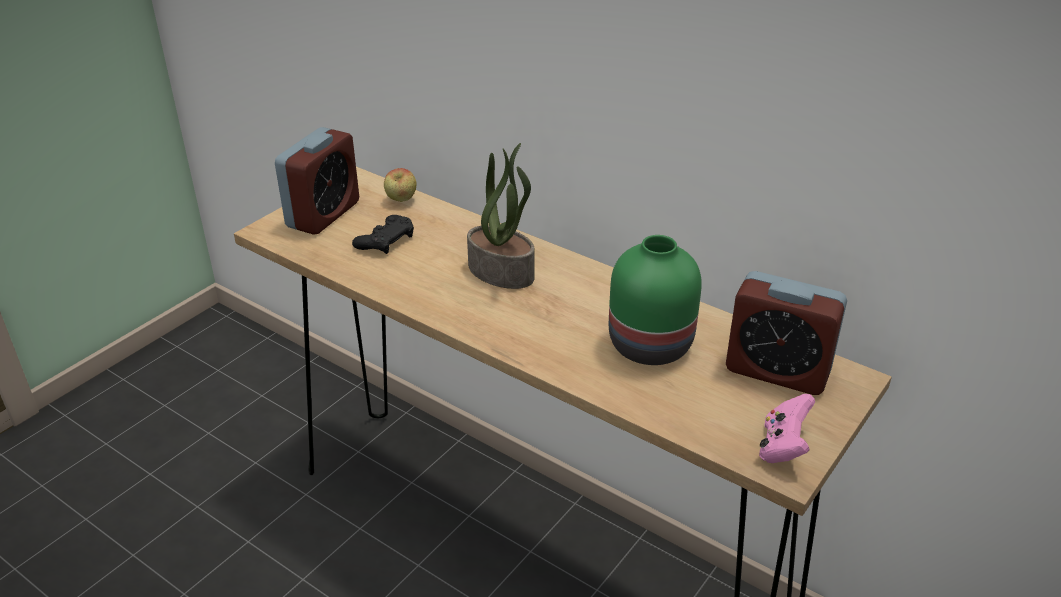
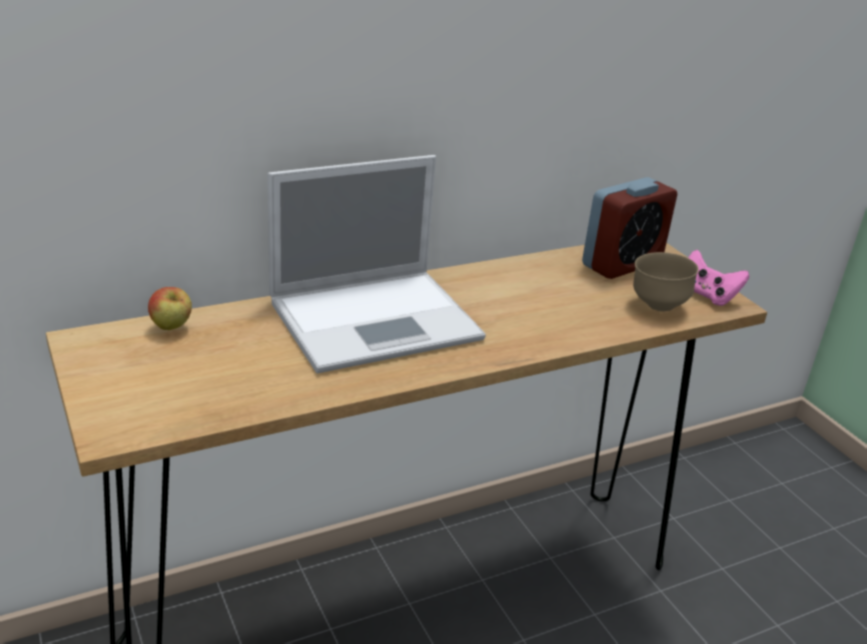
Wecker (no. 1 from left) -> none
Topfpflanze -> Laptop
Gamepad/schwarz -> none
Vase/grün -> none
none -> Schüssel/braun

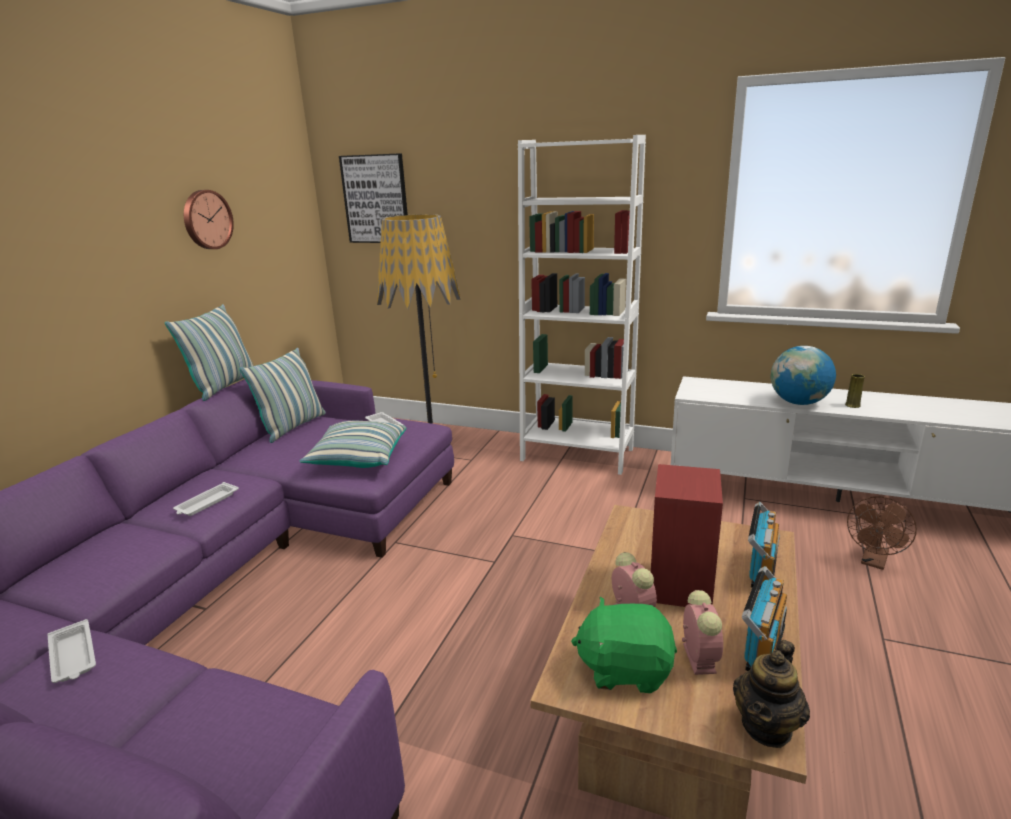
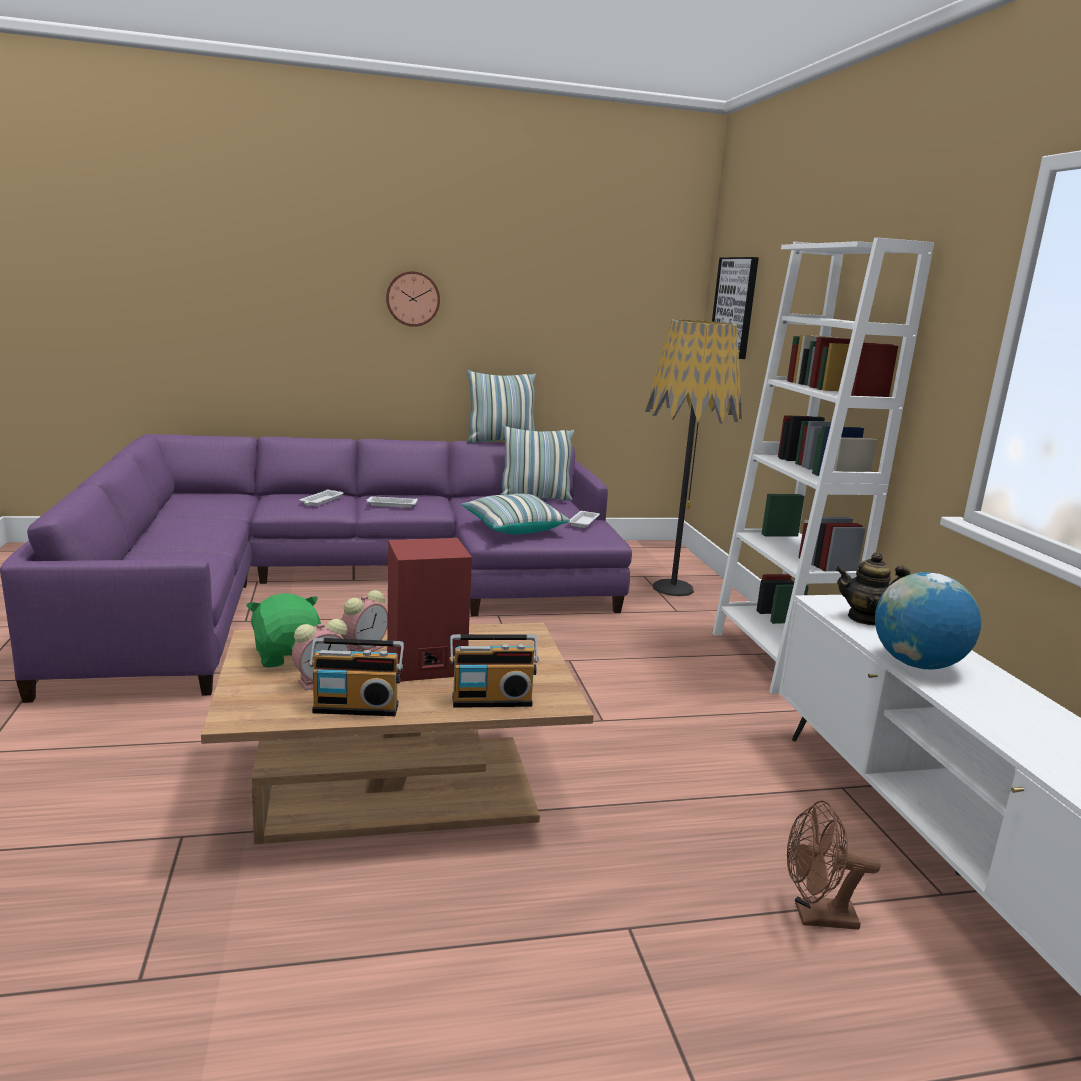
Wanduhr, shifted
Vase/gelb -> none
Tablett/weiß (no. 1 from left), shifted
Teekanne, shifted

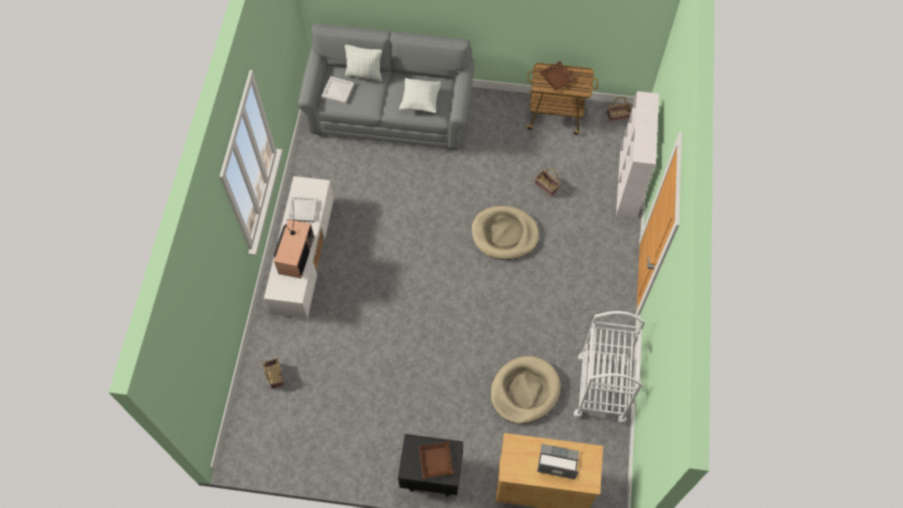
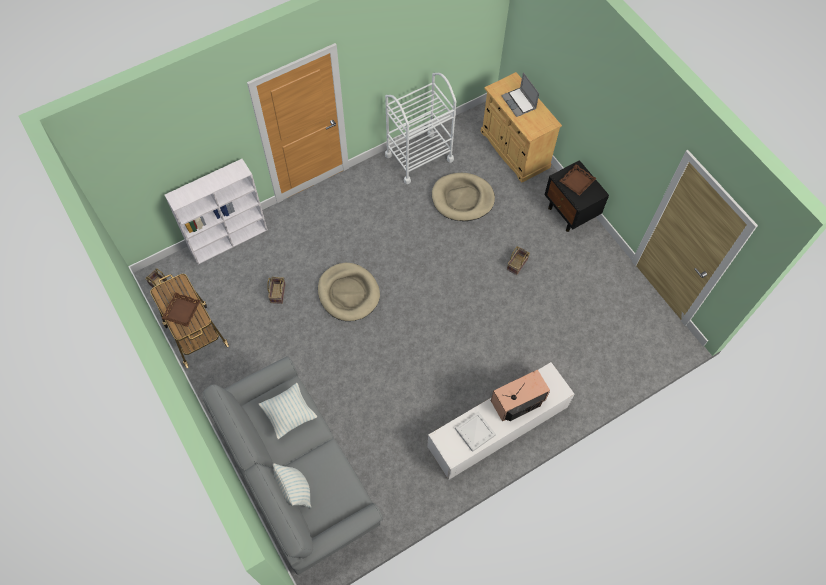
Tablett/weiß (no. 2 from left) -> none
Korb (no. 1 from left in the first image) -> Korb (no. 3 from left), shifted

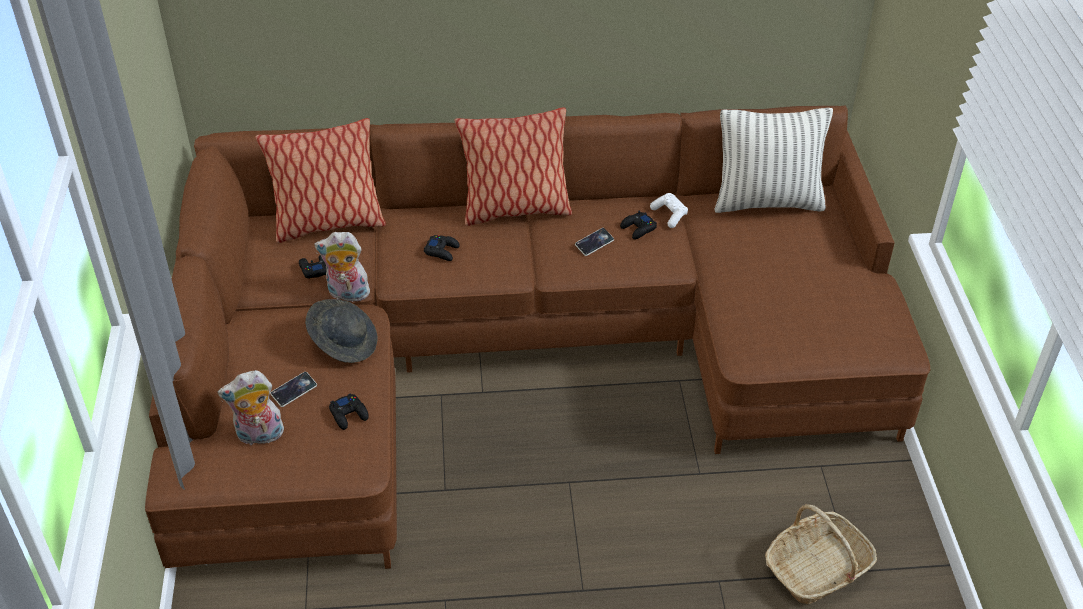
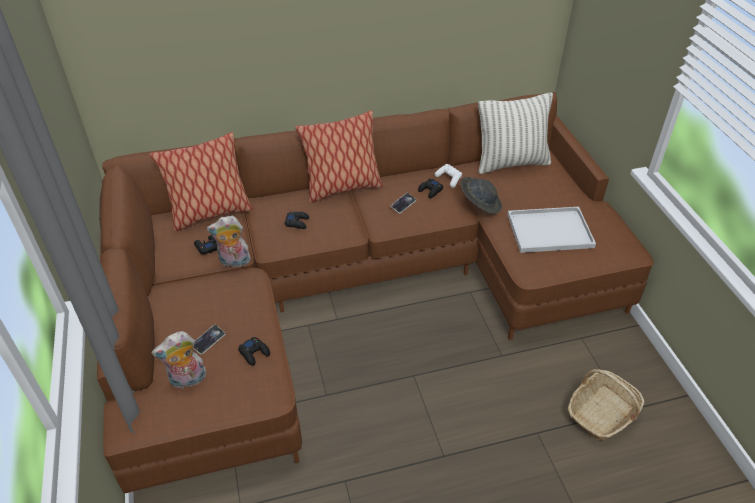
Hut/grau, shifted
none -> Tablett/weiß

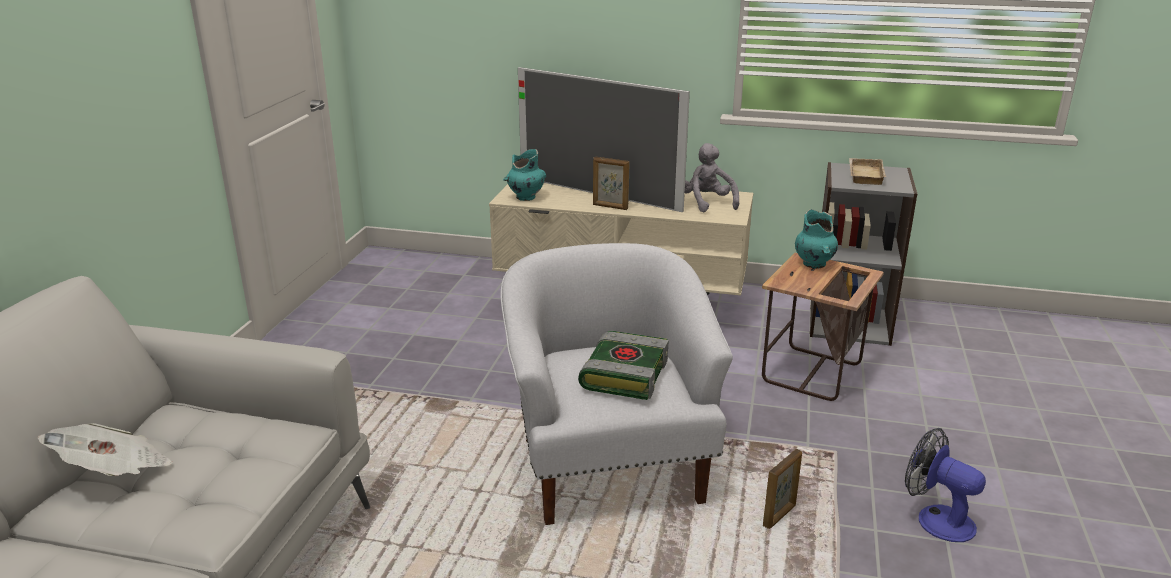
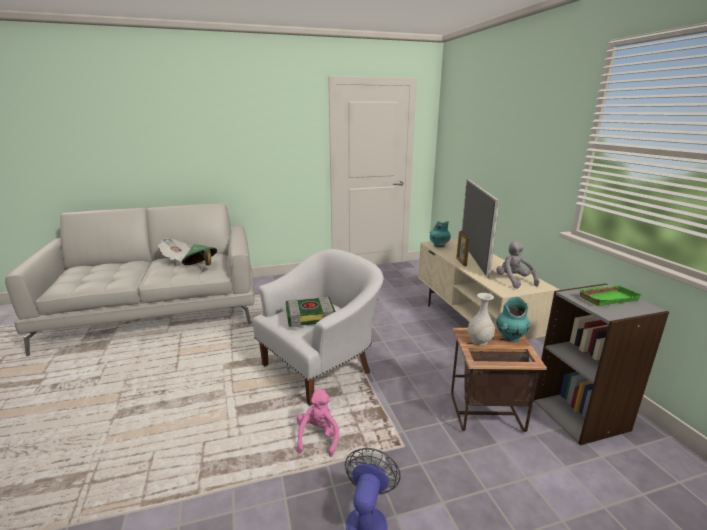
Plüschtier/grau, 60 degrees counterclockwise
Tablett/beige -> Tablett/grün
Bilderrahmen (no. 2 from left) -> Plüschtier/rosa
none -> Hut/grün
none -> Vase/weiß

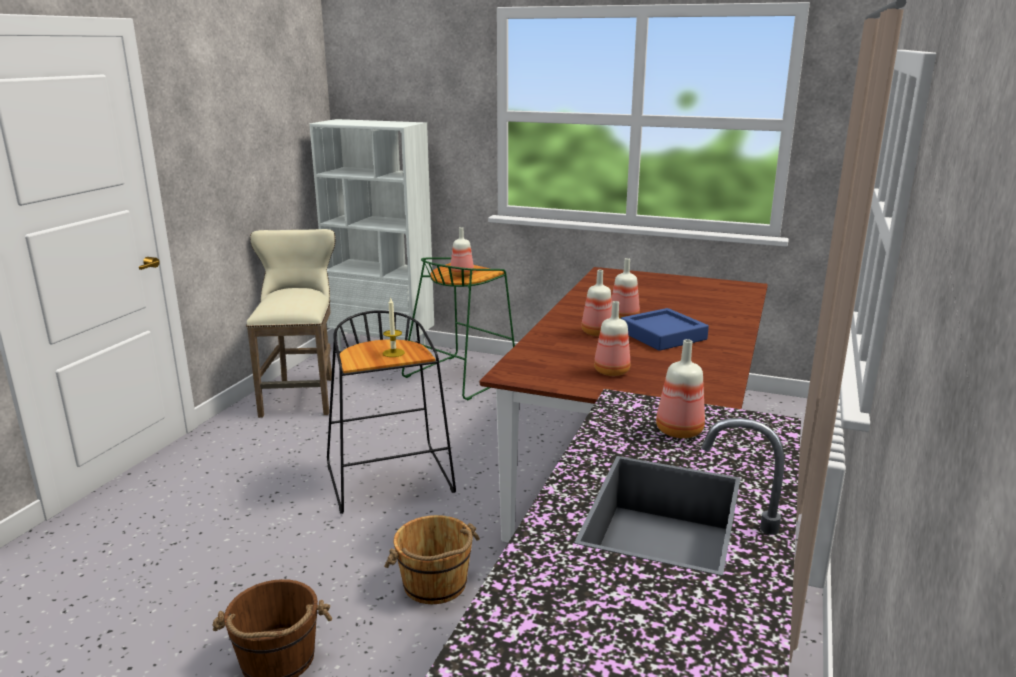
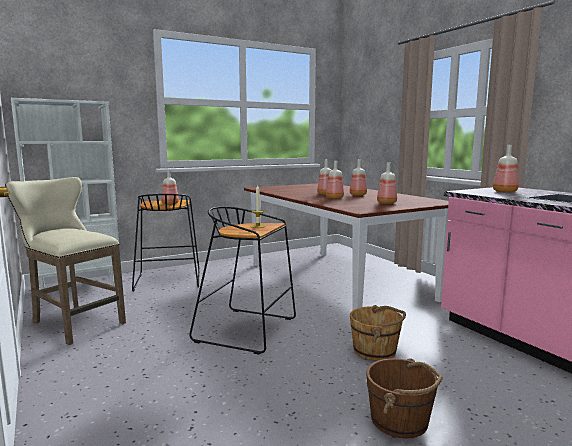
Hocker/grün -> Hocker/schwarz (no. 1 from left)
Tablett/blau -> Flasche (no. 4 from left)

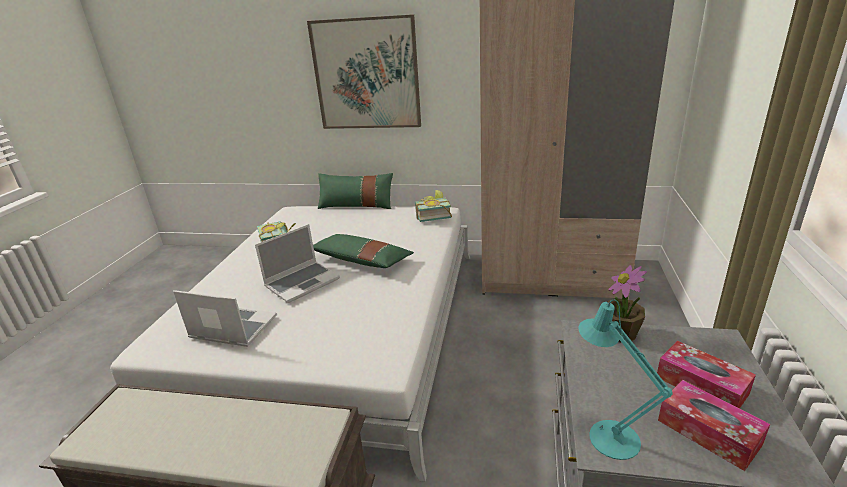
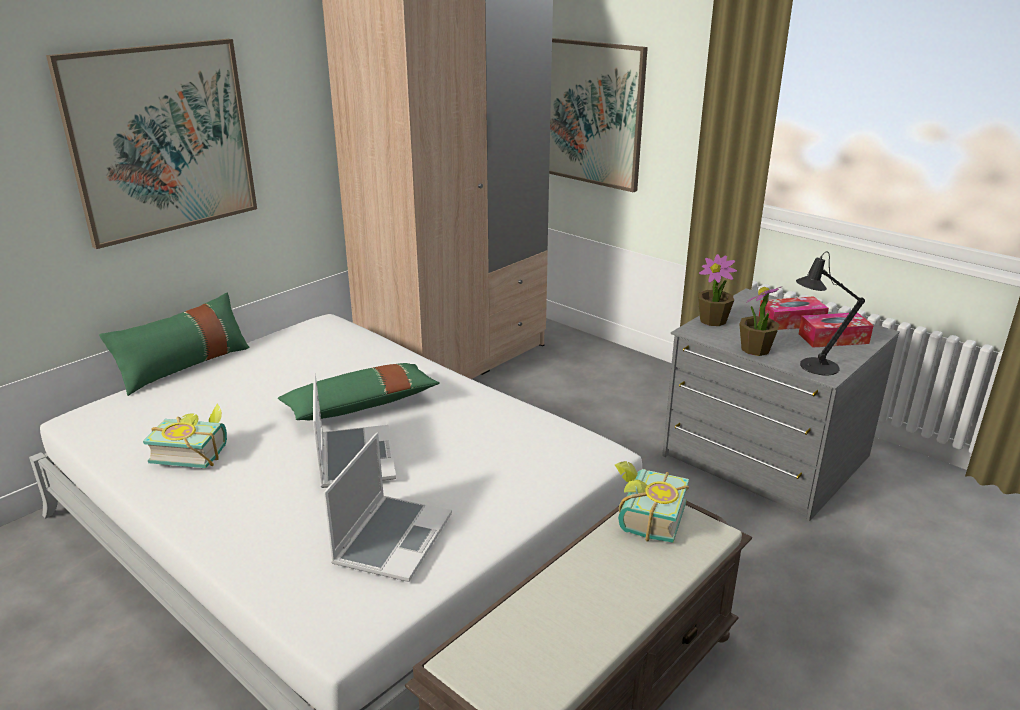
Buch (no. 2 from left), shifted
Laptop (no. 1 from left in the first image) -> Laptop (no. 2 from left), 150 degrees clockwise
Tischlampe/türkis -> Tischlampe/schwarz
none -> Bild (no. 2 from left)
none -> Topfpflanze (no. 2 from left)

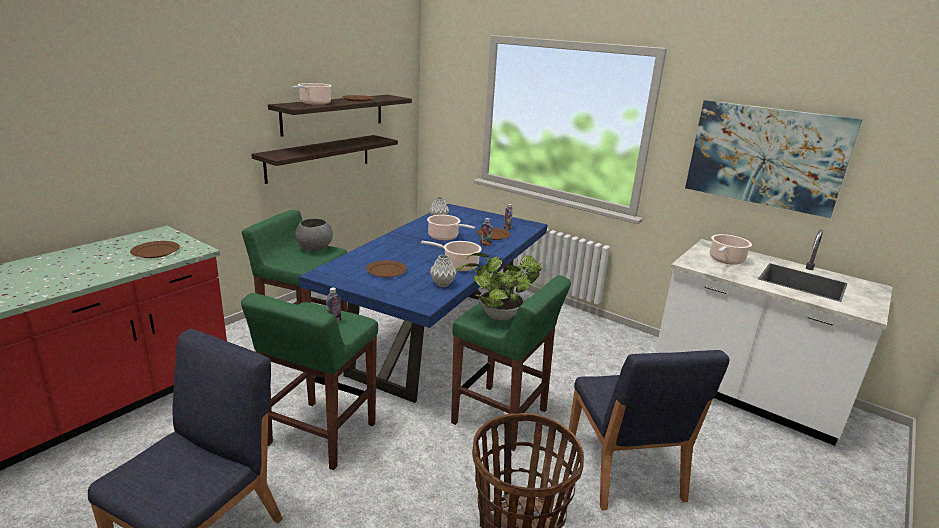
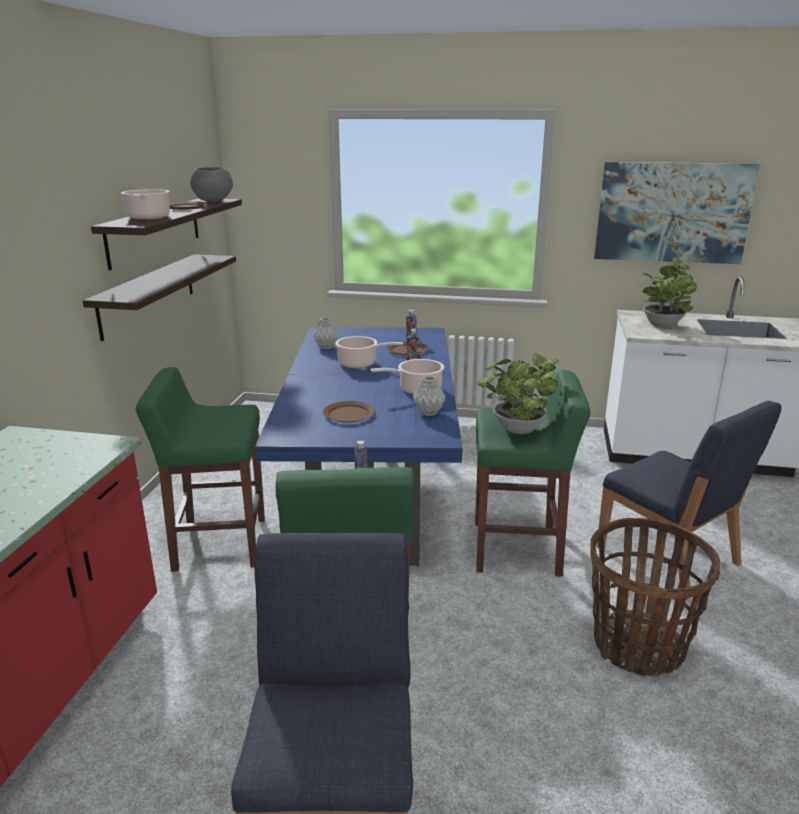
Schüssel/grau, shifted
Kochtopf (no. 4 from left) -> Topfpflanze (no. 2 from left)
Teller/braun (no. 1 from left) -> none

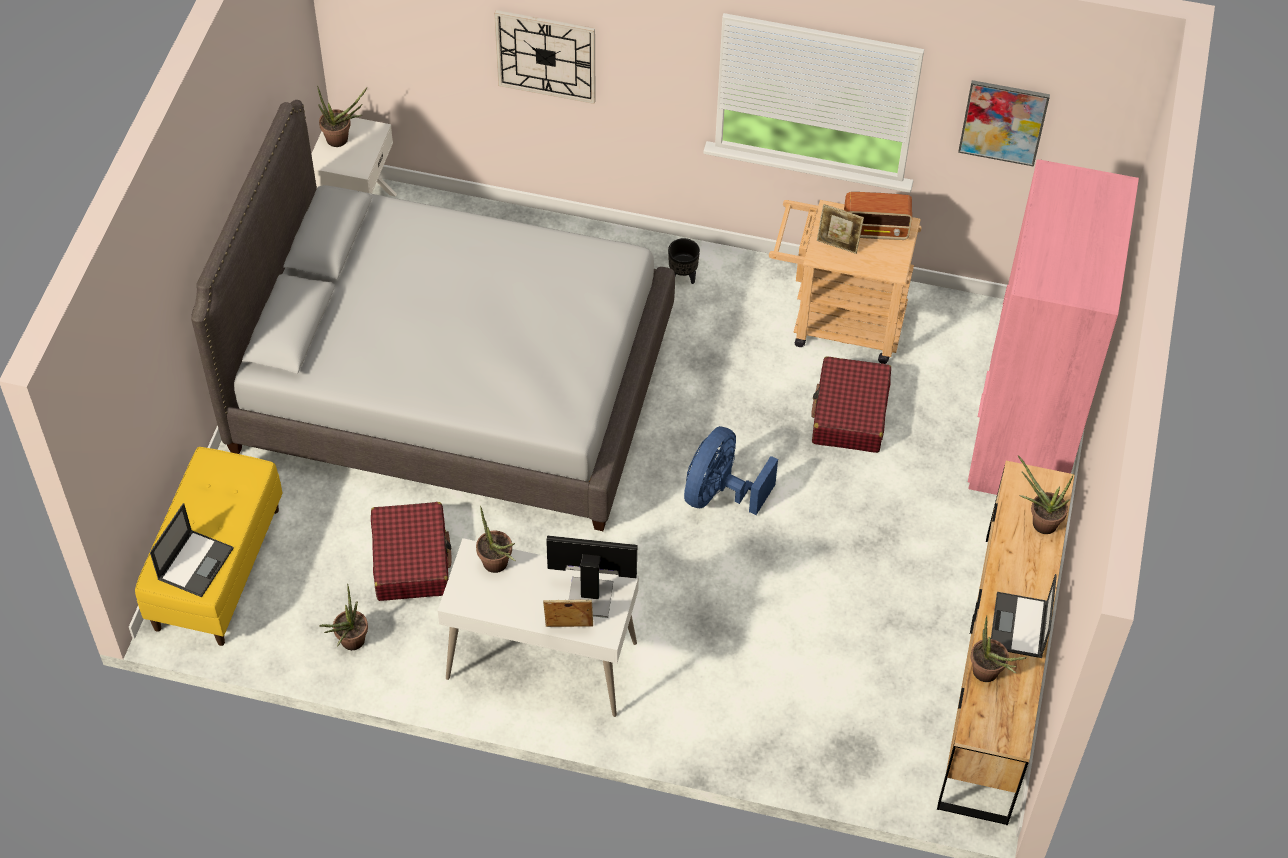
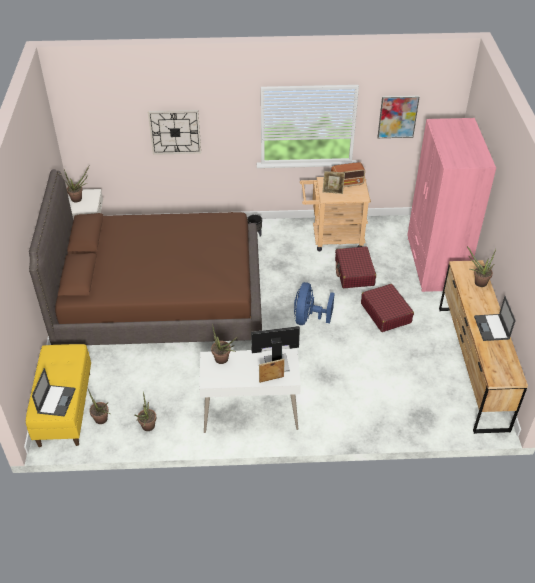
Bett/grau -> Bett/braun
Koffer/rot (no. 1 from left in the first image) -> Koffer/rot (no. 2 from left), shifted
Topfpflanze (no. 4 from left in the first image) -> Topfpflanze (no. 2 from left), shifted

